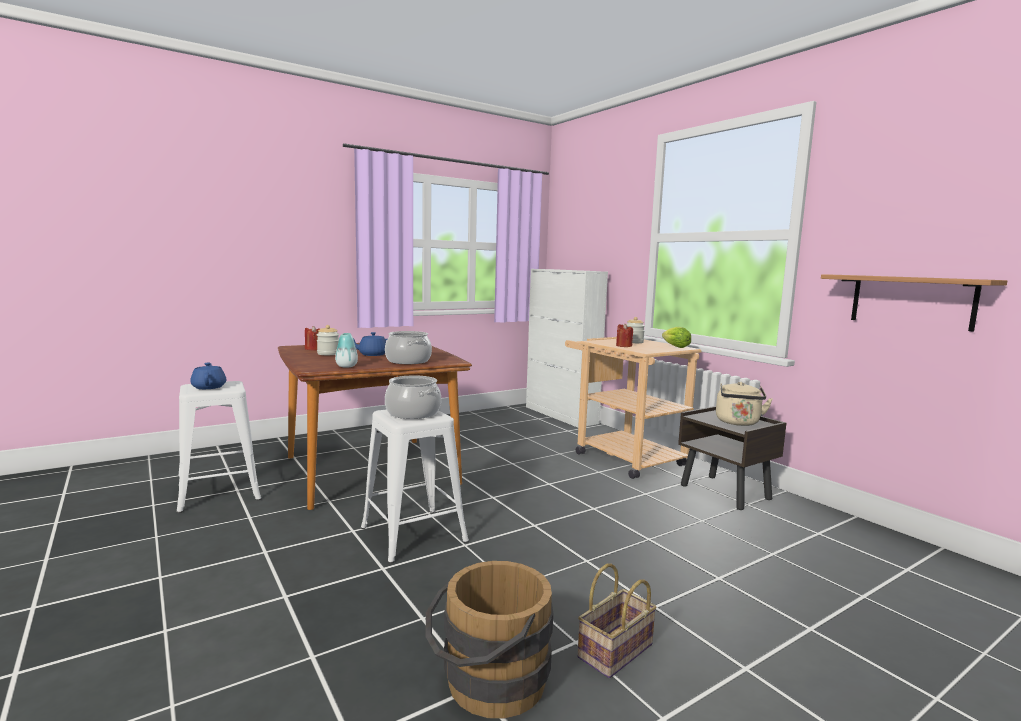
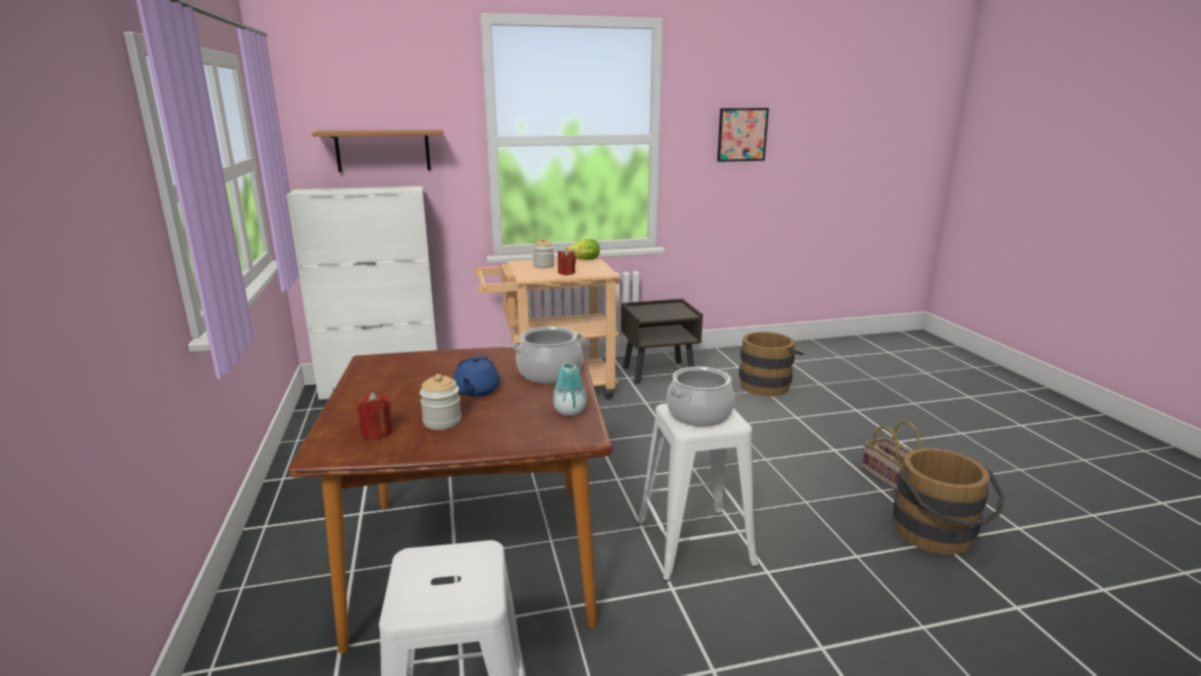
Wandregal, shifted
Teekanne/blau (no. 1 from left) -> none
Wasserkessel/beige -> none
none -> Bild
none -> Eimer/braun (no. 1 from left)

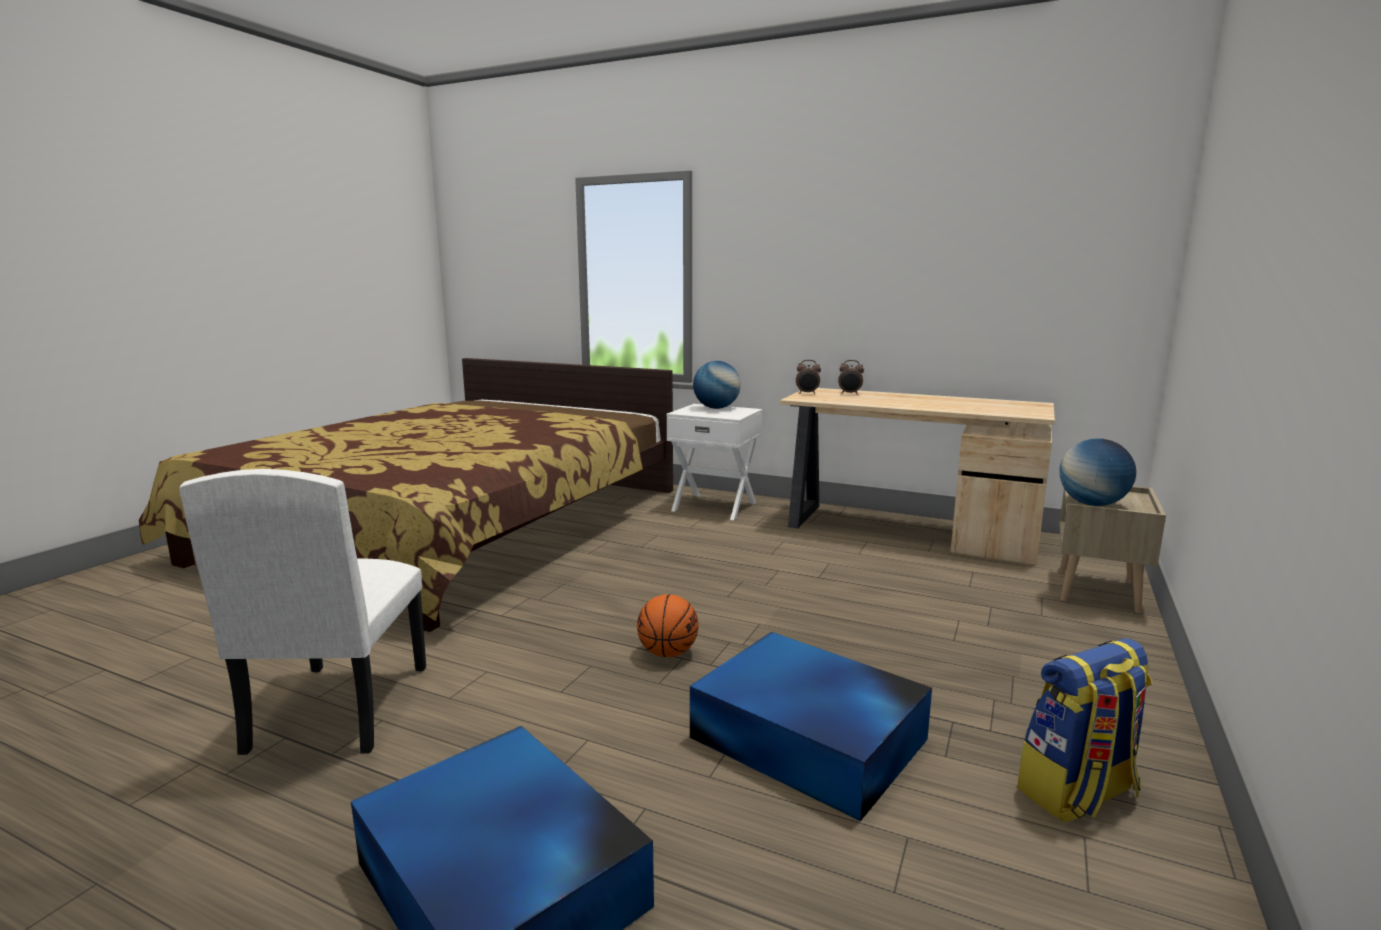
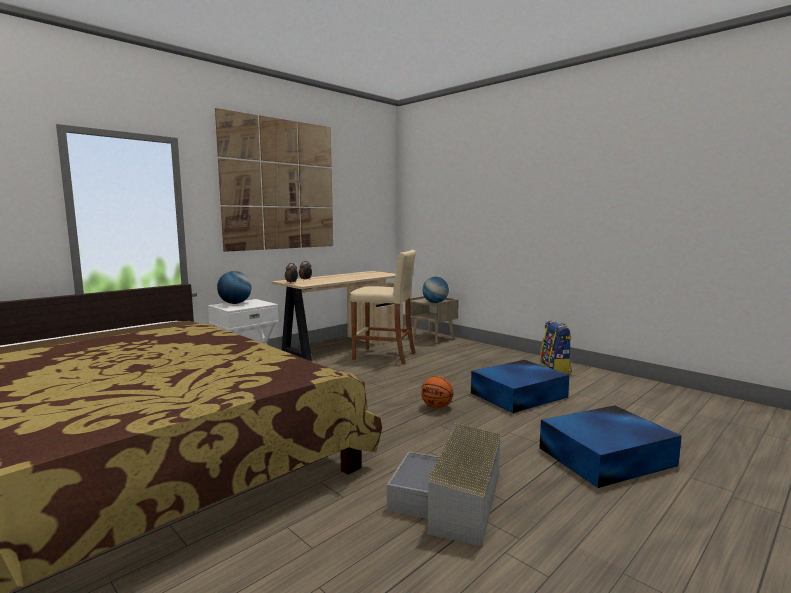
Stuhl/weiß -> Aufbewahrungsbox/grau
none -> Bild
none -> Hocker/beige

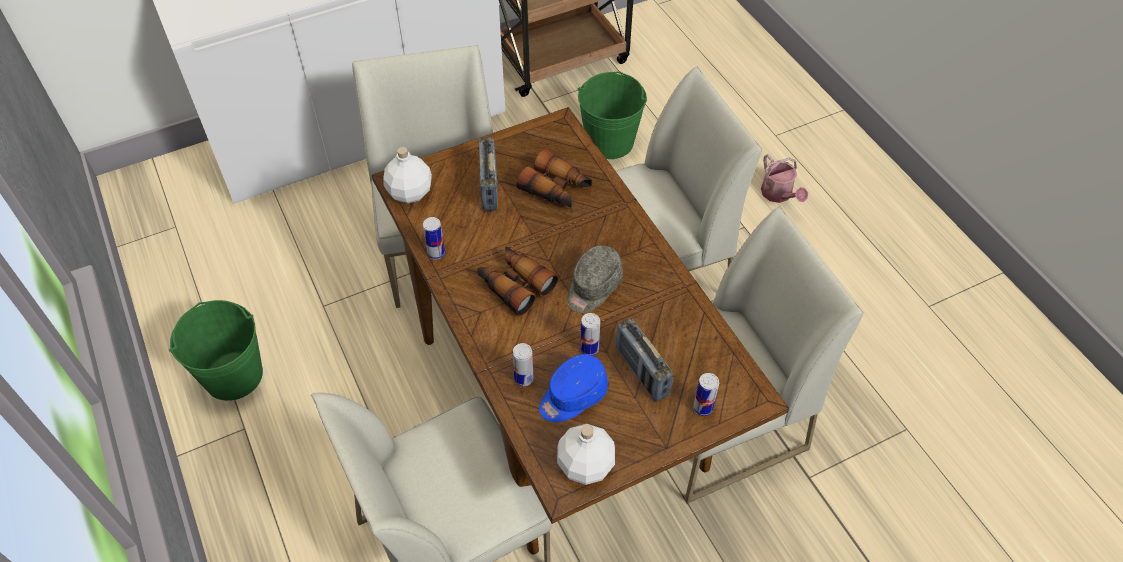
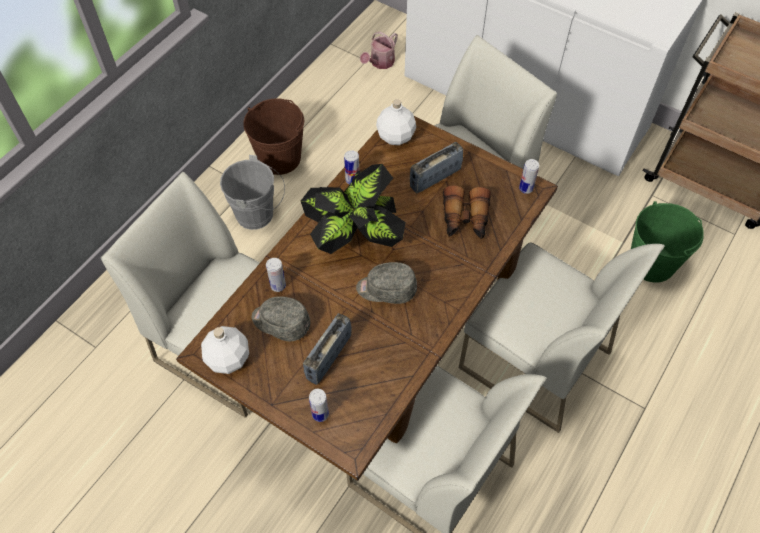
Gießkanne, shifted
Fernglas (no. 1 from left) -> Topfpflanze
Eimer/grün (no. 1 from left) -> Eimer/braun
Dose (no. 3 from left in the first image) -> Dose (no. 4 from left), shifted
Kappe/blau -> Kappe/grau (no. 1 from left)
none -> Eimer/grau

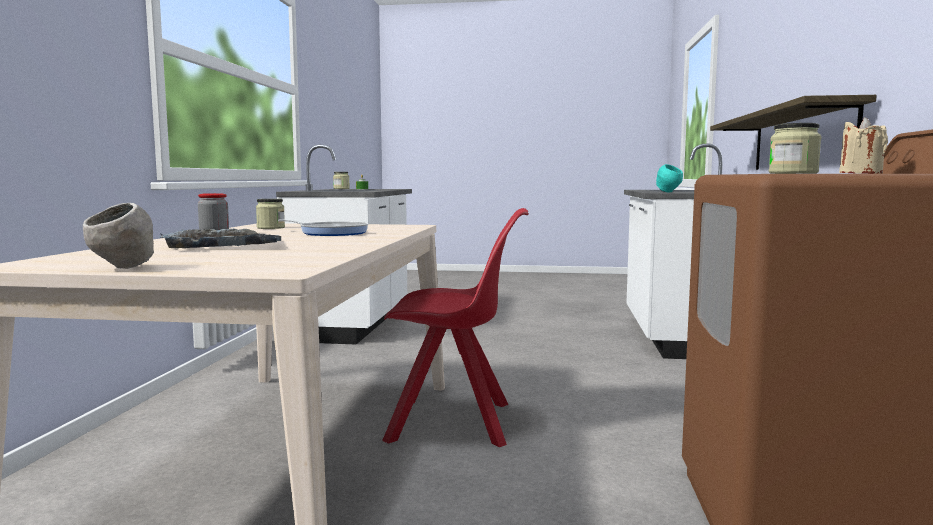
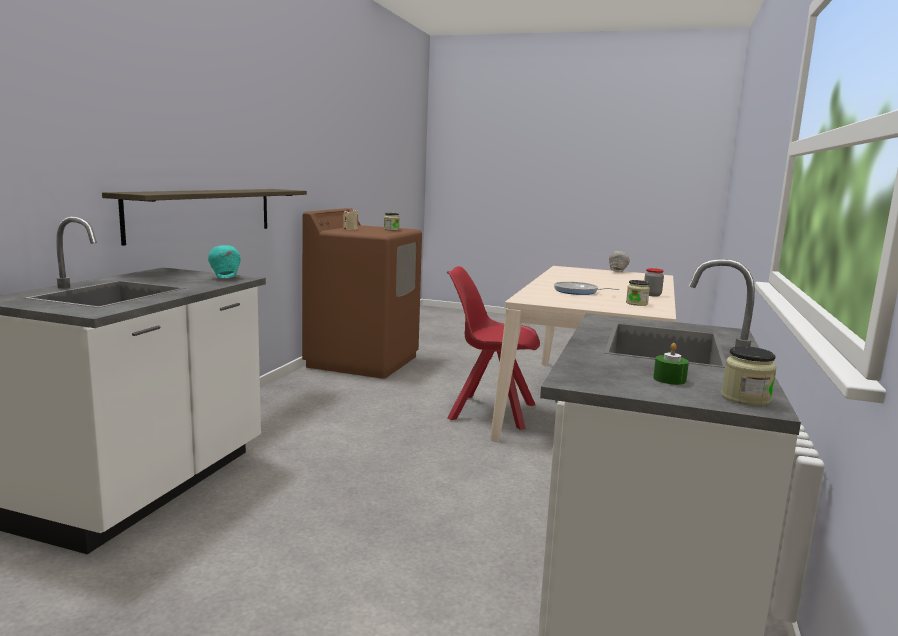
Tablett/grau -> none

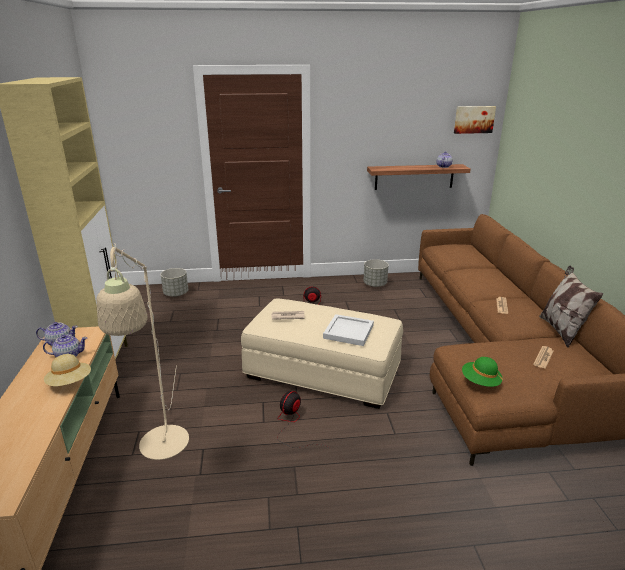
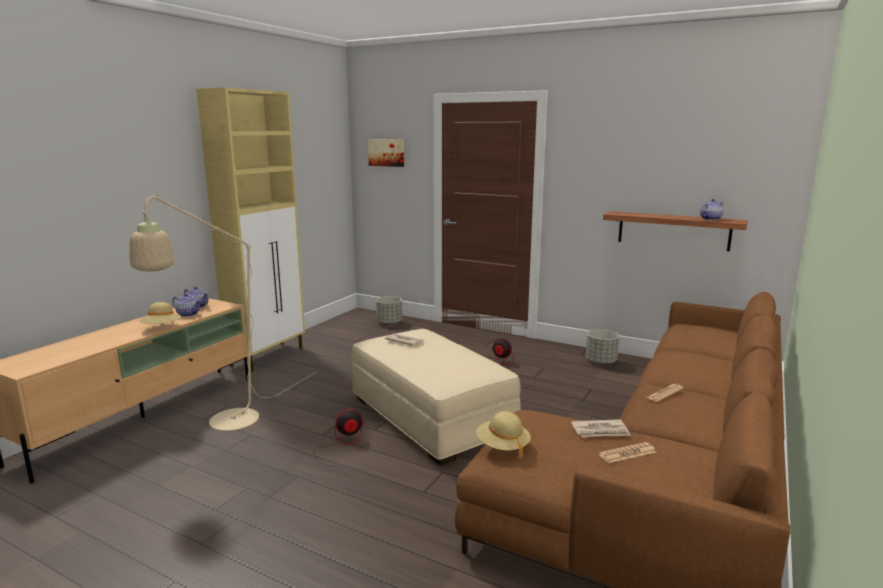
Bild, shifted
Kissen -> none
Tablett/weiß -> none
Hut/grün -> Hut/beige (no. 2 from left)
none -> Zeitung (no. 2 from left)

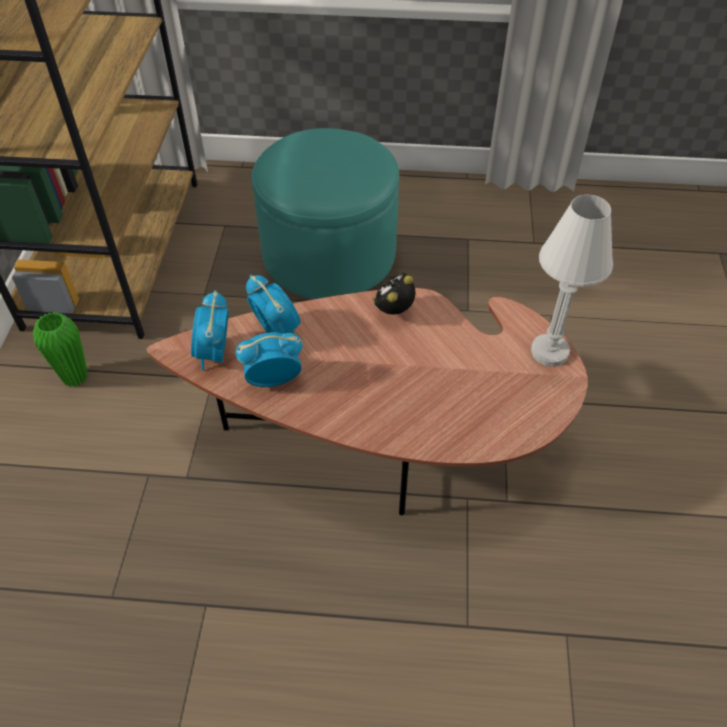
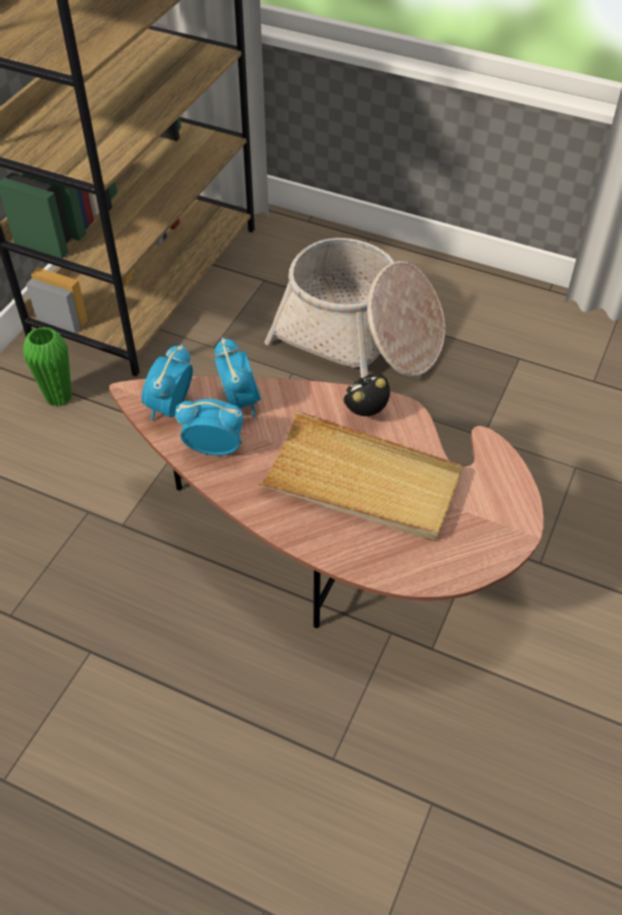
Polsterhocker/türkis -> Korb
Tischlampe/weiß -> none
none -> Tablett/beige

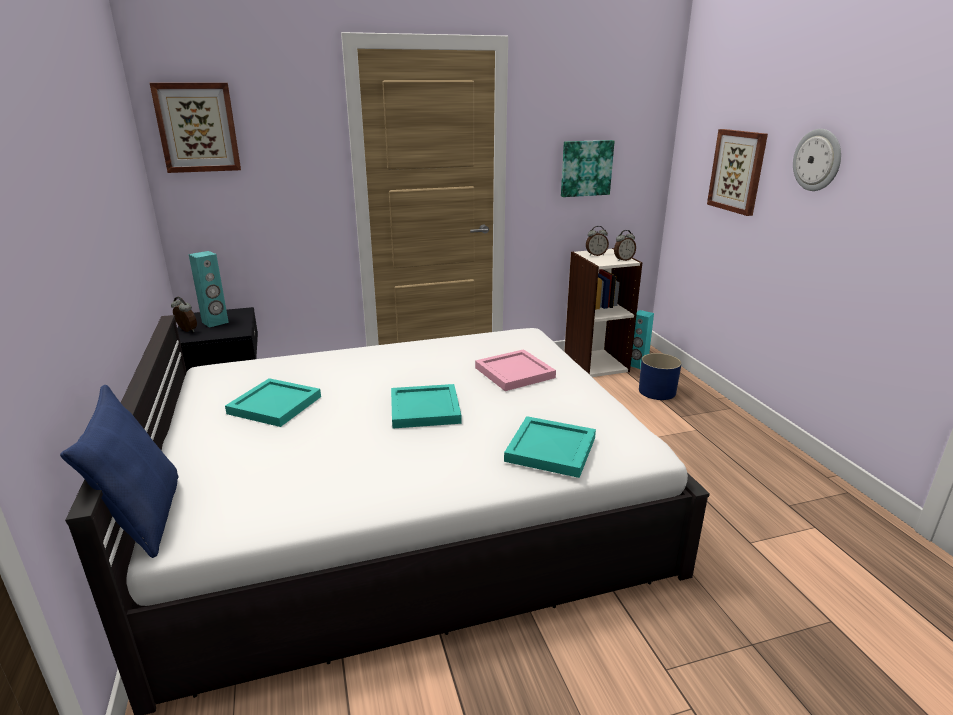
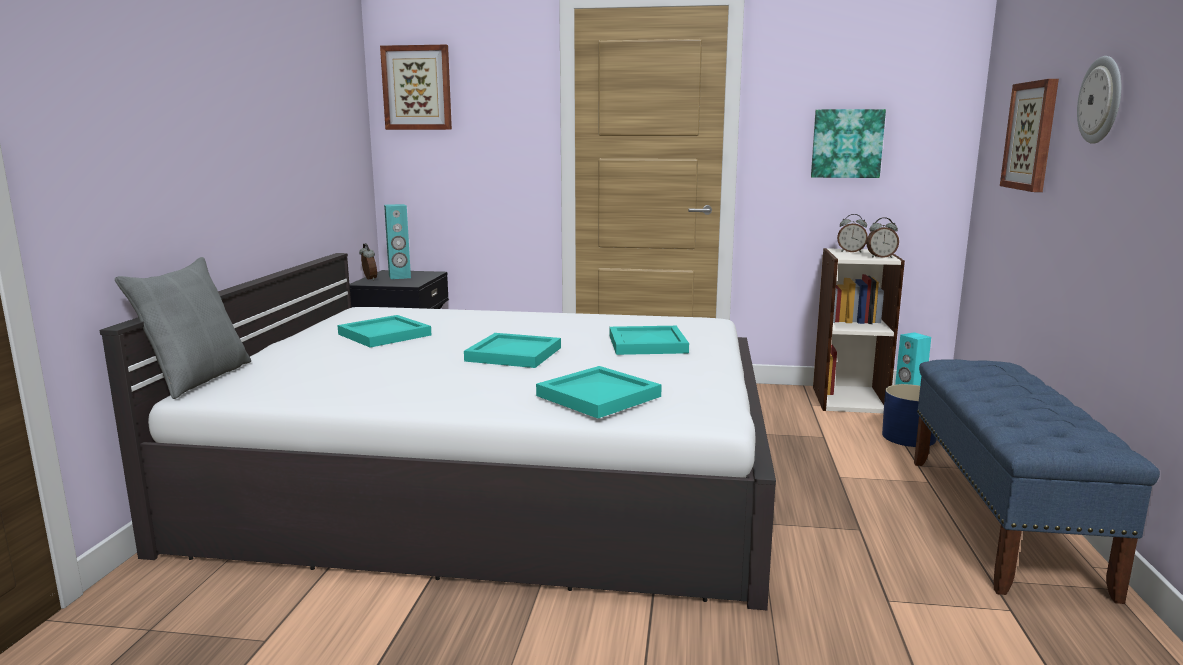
Tablett/rosa -> Tablett/türkis (no. 4 from left)
Kissen/blau -> Kissen/grau
none -> Bank/blau

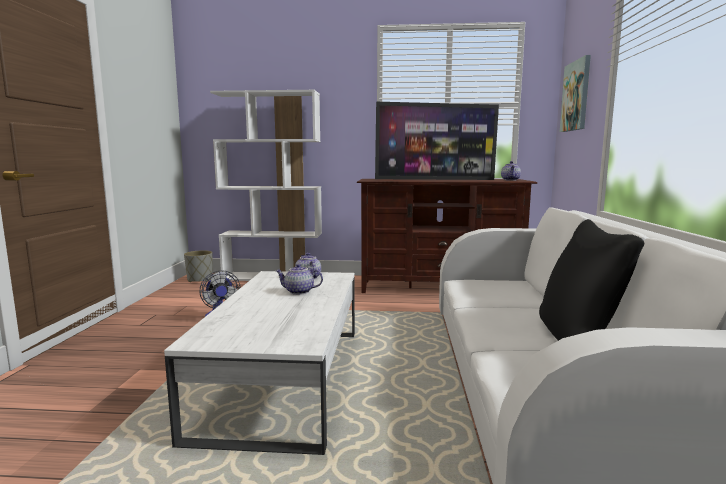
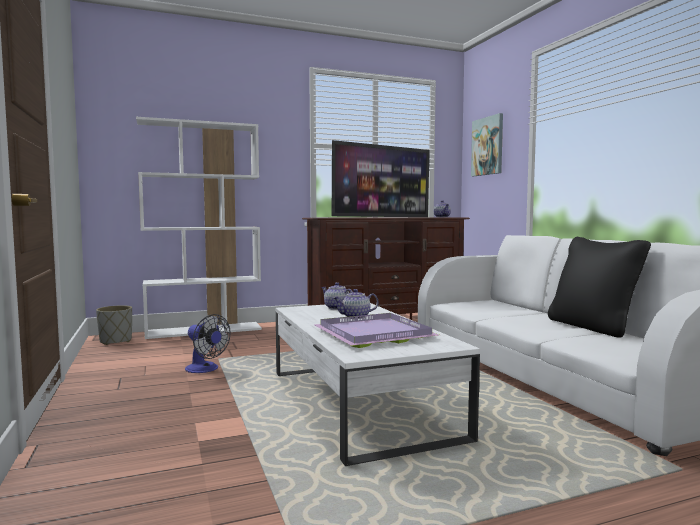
none -> Tablett/lila

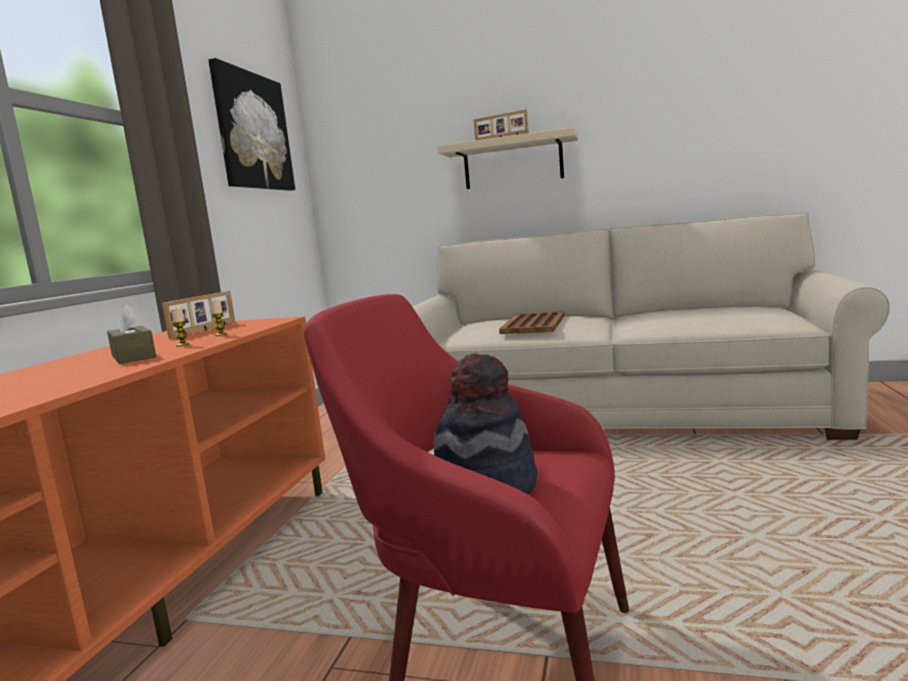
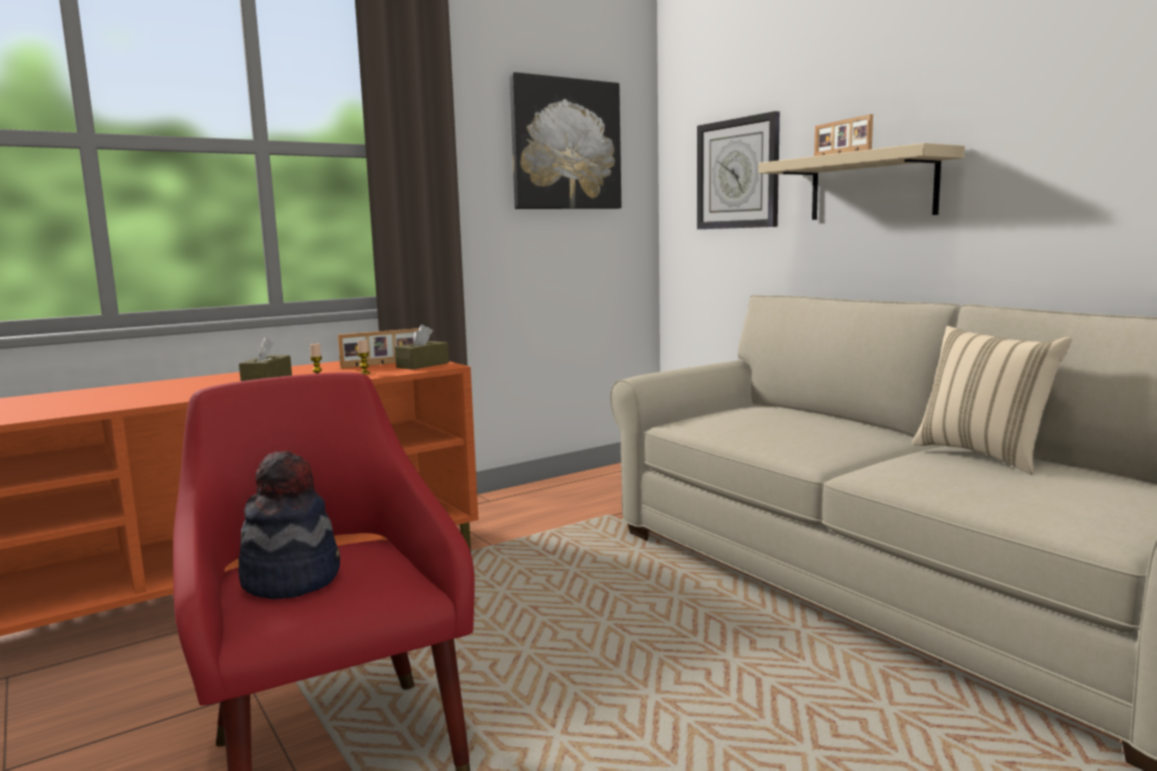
Tablett/braun -> none
none -> Wanduhr
none -> Taschentuchbox/braun (no. 2 from left)
none -> Kissen/beige

